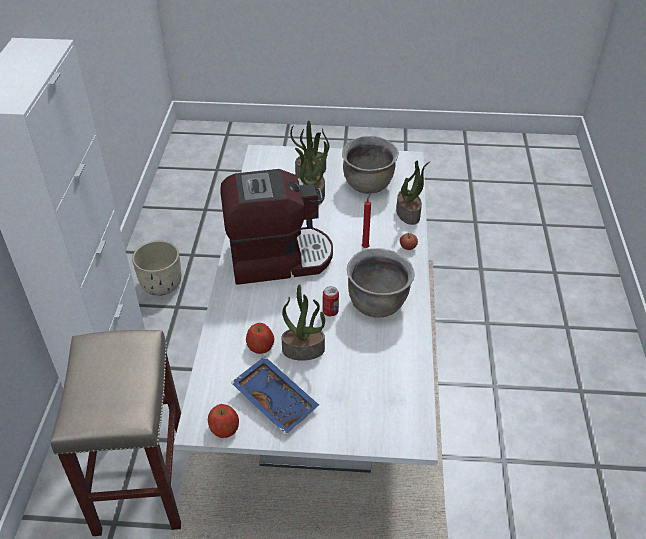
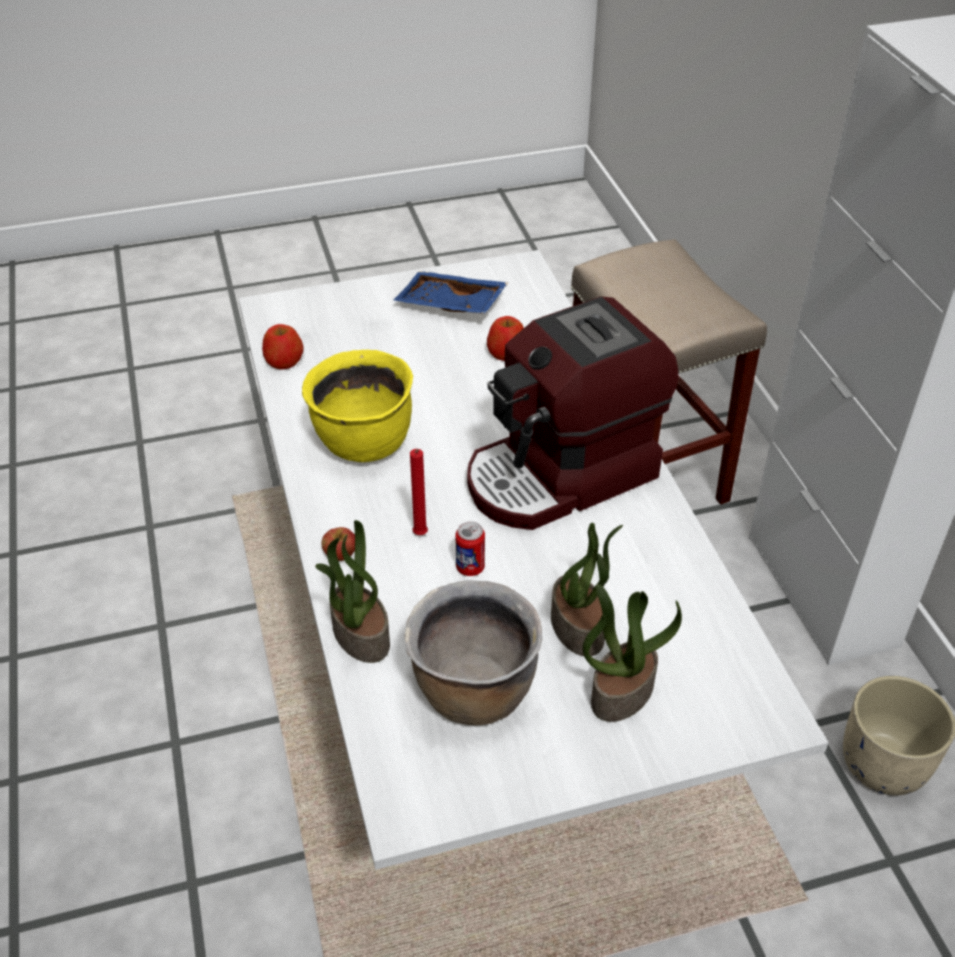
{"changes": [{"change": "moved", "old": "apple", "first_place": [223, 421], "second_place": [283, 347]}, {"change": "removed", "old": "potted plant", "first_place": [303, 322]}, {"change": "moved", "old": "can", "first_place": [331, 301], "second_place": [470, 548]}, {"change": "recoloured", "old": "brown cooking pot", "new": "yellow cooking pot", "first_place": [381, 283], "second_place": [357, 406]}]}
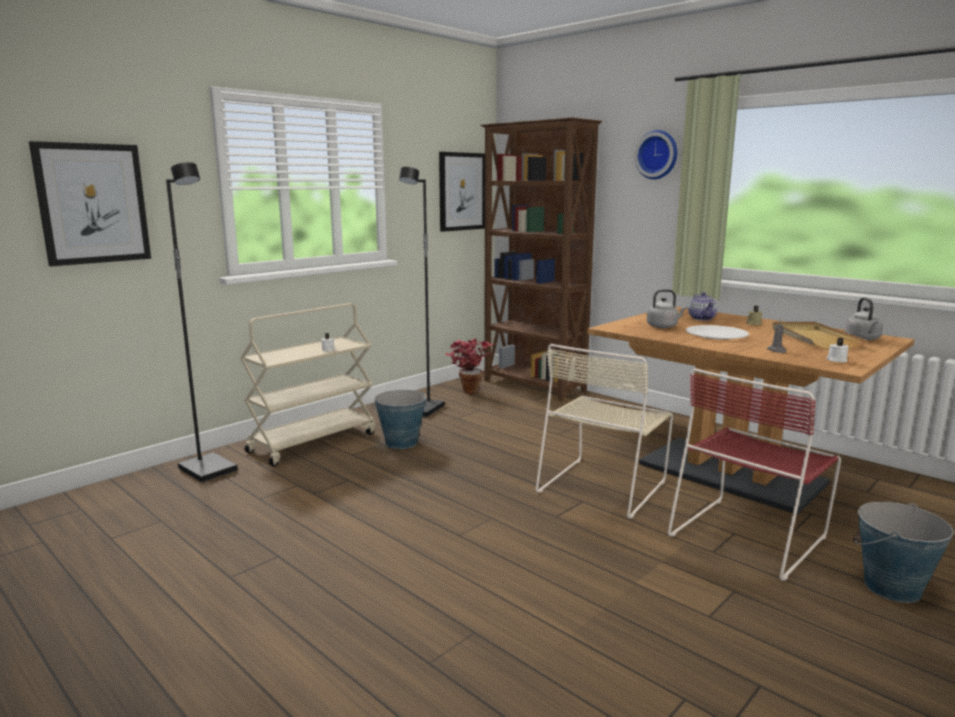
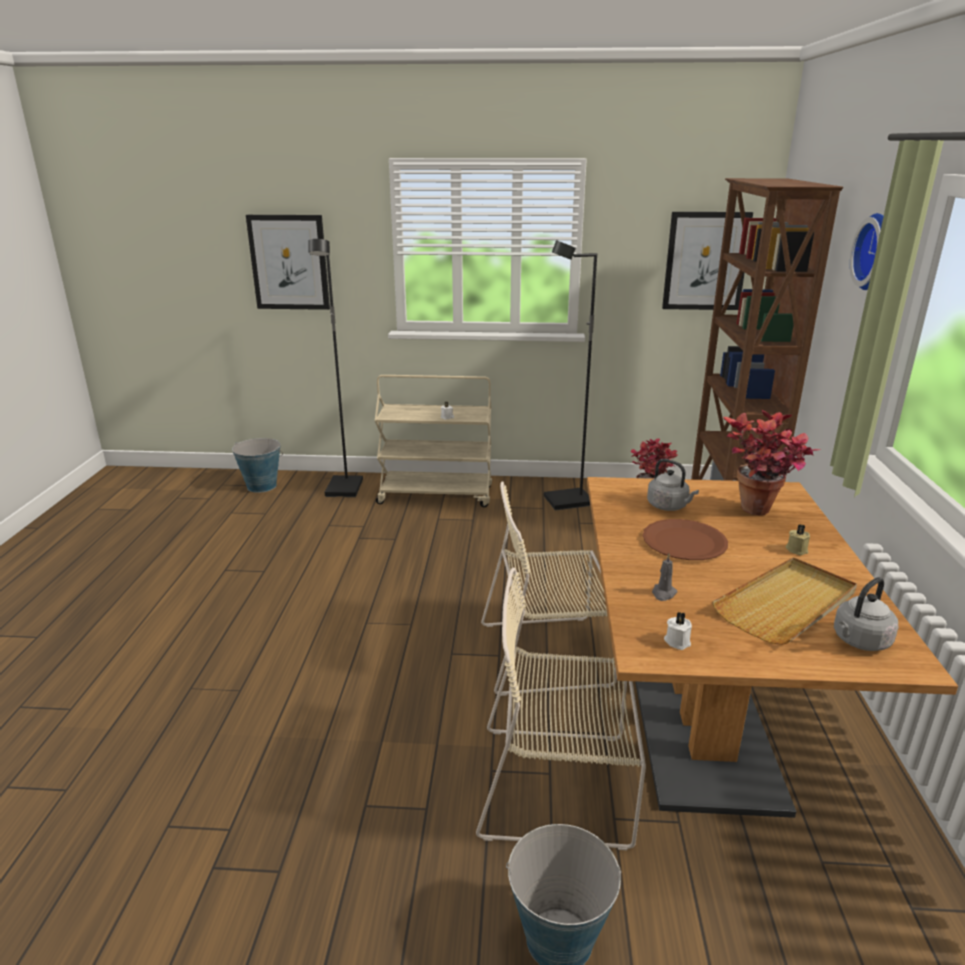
{"changes": [{"change": "moved", "old": "bucket", "first_place": [399, 419], "second_place": [257, 465]}, {"change": "recoloured", "old": "red chair", "new": "beige chair", "first_place": [754, 474], "second_place": [561, 708]}, {"change": "recoloured", "old": "white plate", "new": "brown plate", "first_place": [717, 332], "second_place": [685, 539]}, {"change": "replaced", "old": "teapot", "new": "potted plant", "first_place": [702, 306], "second_place": [771, 462]}]}
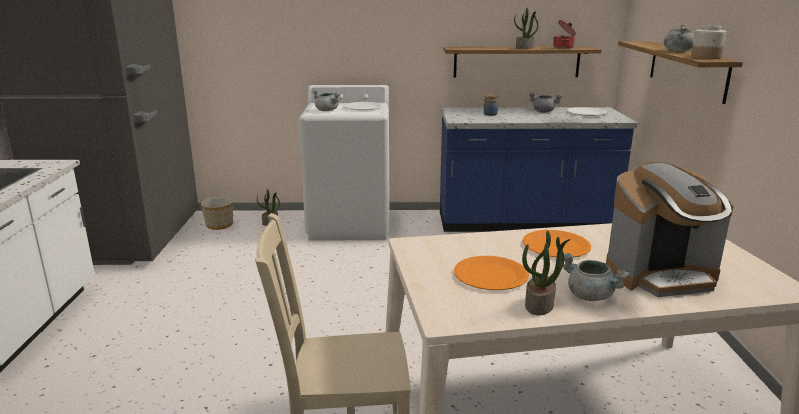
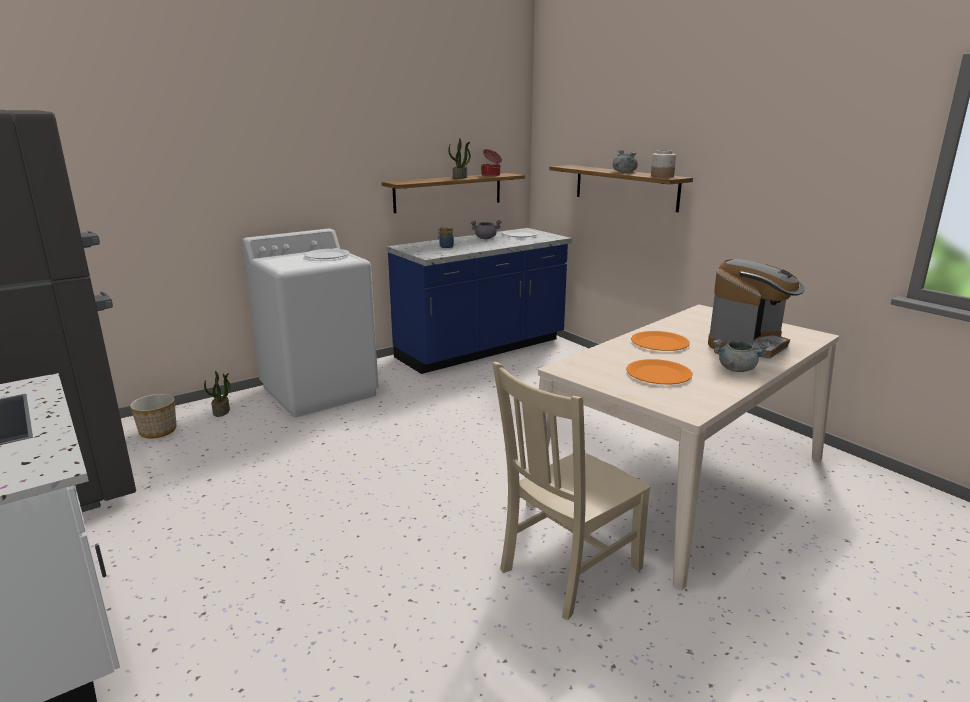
{"changes": [{"change": "removed", "old": "grey cooking pot", "first_place": [326, 100]}, {"change": "removed", "old": "potted plant", "first_place": [546, 272]}]}
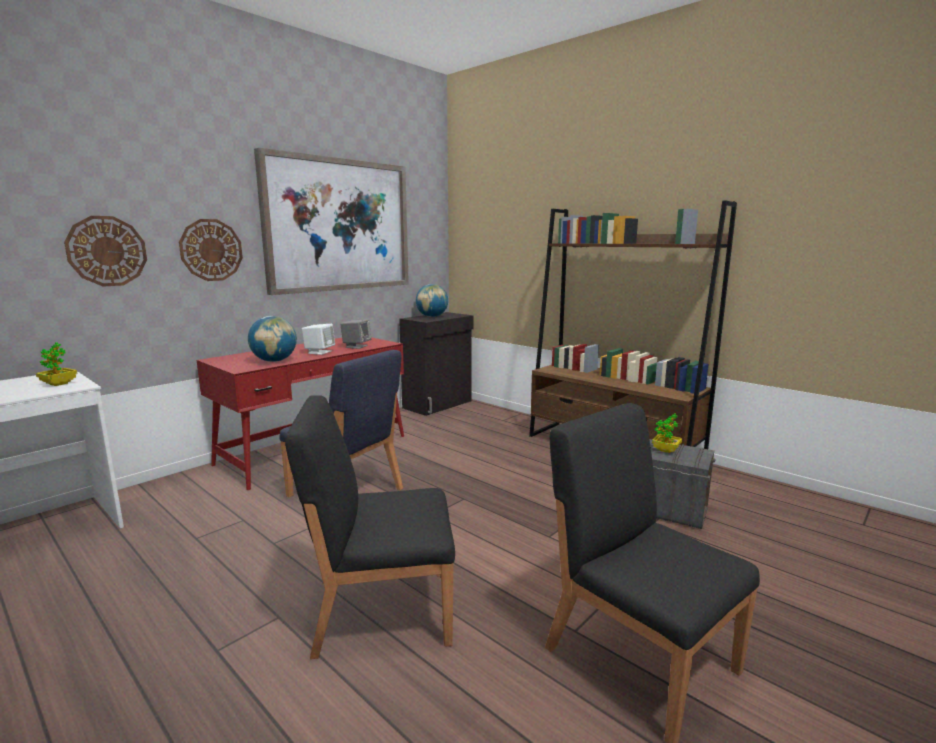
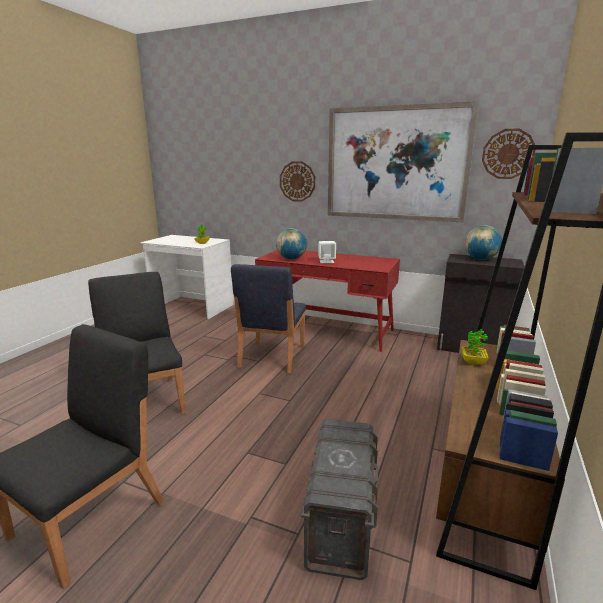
{"changes": [{"change": "moved", "old": "wall clock", "first_place": [105, 251], "second_place": [509, 153]}, {"change": "removed", "old": "grey speaker", "first_place": [355, 334]}, {"change": "moved", "old": "potted plant", "first_place": [667, 433], "second_place": [475, 347]}]}
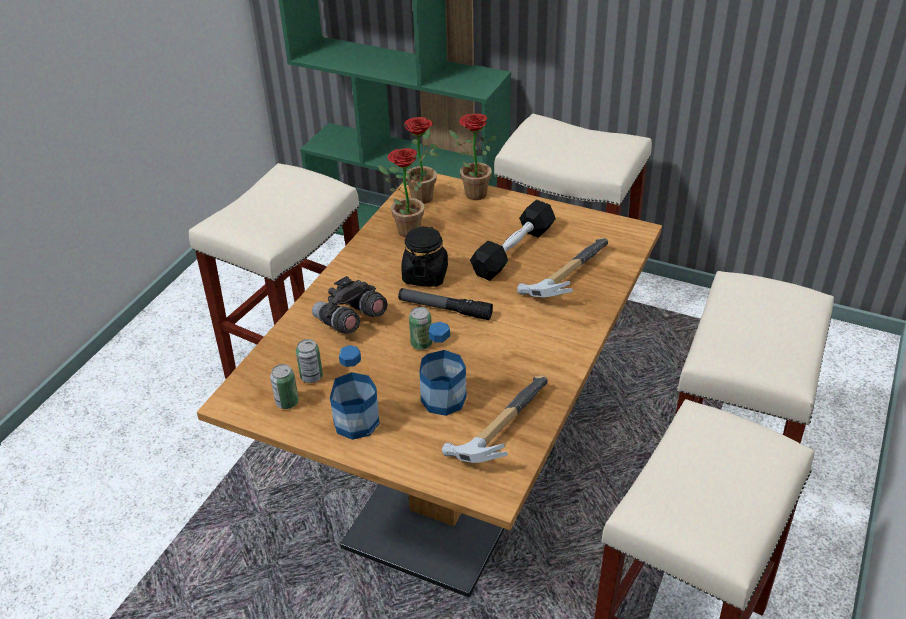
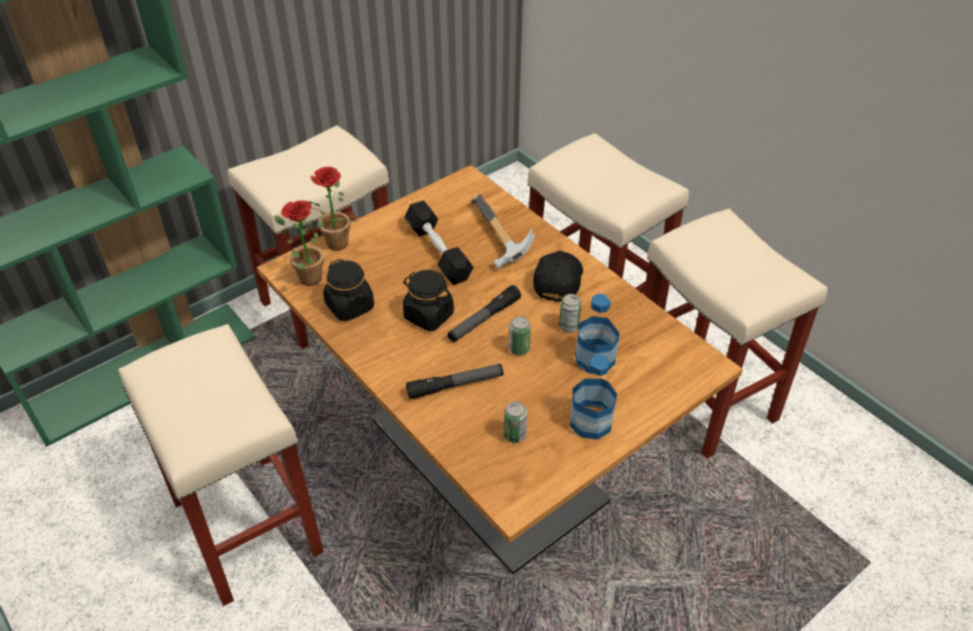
{"changes": [{"change": "moved", "old": "can", "first_place": [284, 386], "second_place": [570, 313]}, {"change": "replaced", "old": "grey binoculars", "new": "flashlight", "first_place": [349, 305], "second_place": [454, 381]}, {"change": "replaced", "old": "potted plant", "new": "black jar", "first_place": [402, 192], "second_place": [348, 290]}, {"change": "removed", "old": "hammer", "first_place": [495, 419]}, {"change": "added", "new": "black cap", "second_place": [558, 276]}]}
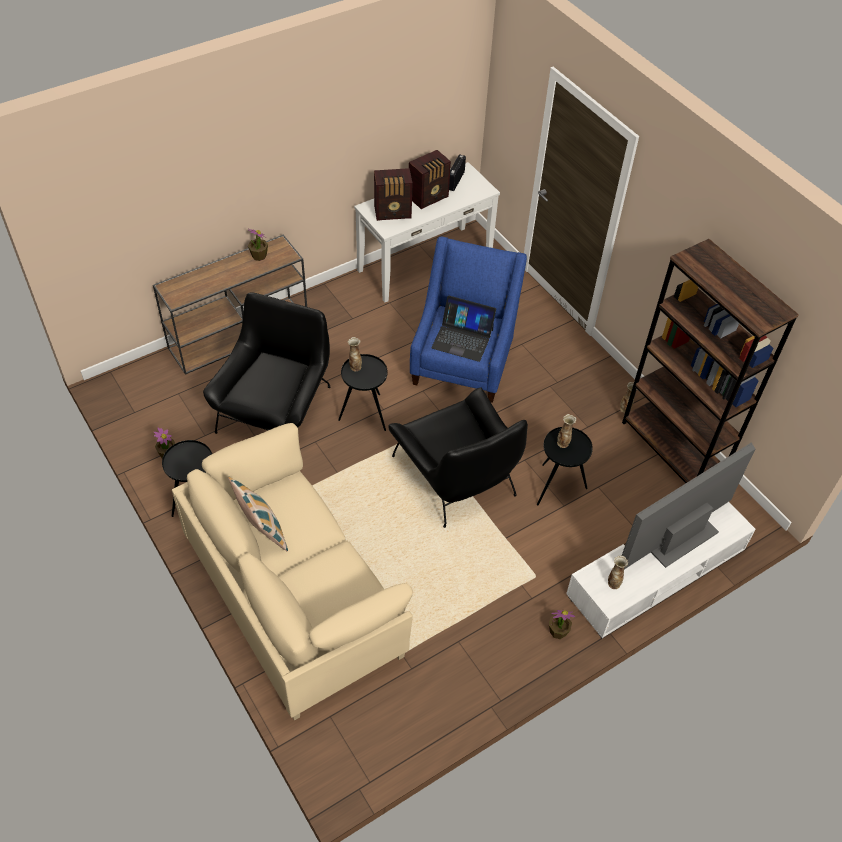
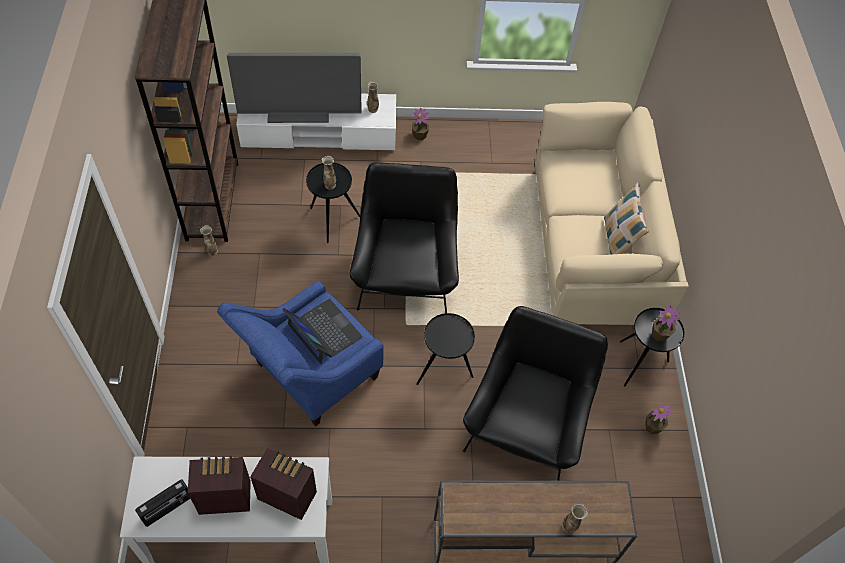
{"changes": [{"change": "turned", "old": "black armchair", "first_place": [267, 363], "second_place": [535, 393], "degrees": 150}, {"change": "moved", "old": "potted plant", "first_place": [258, 245], "second_place": [666, 323]}, {"change": "moved", "old": "vase", "first_place": [355, 354], "second_place": [575, 518]}]}
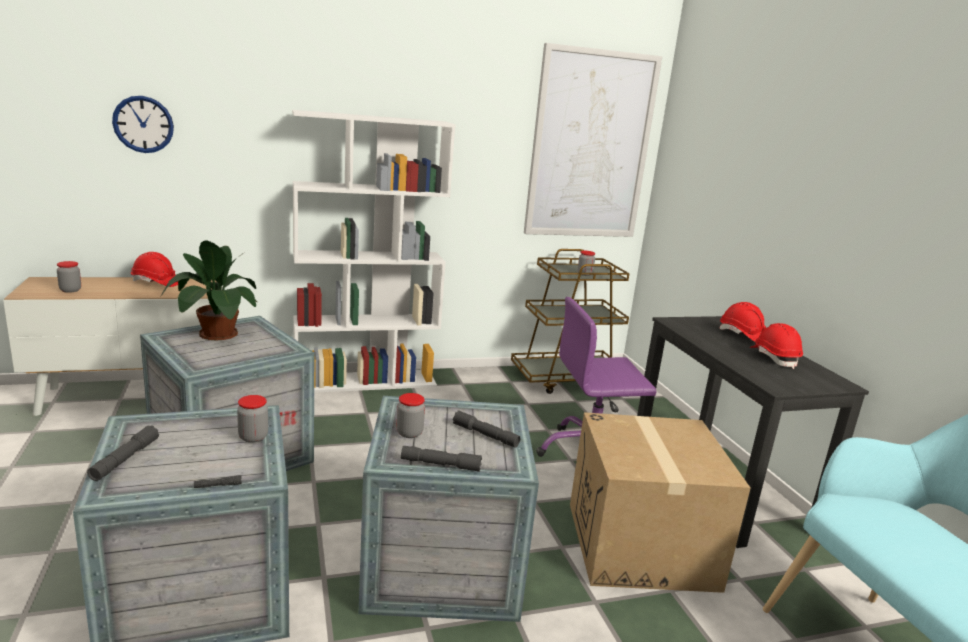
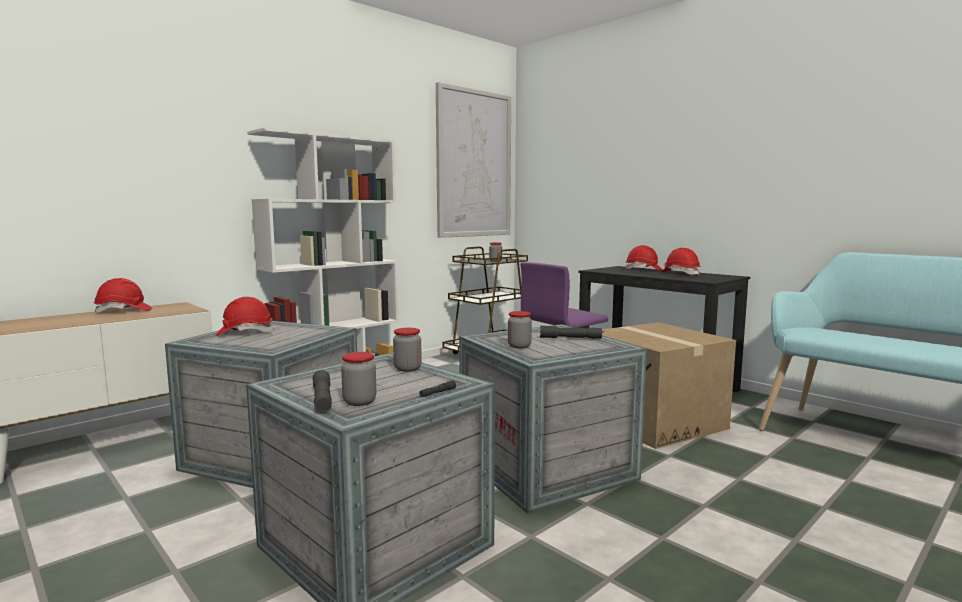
{"changes": [{"change": "moved", "old": "jar", "first_place": [69, 277], "second_place": [358, 379]}, {"change": "removed", "old": "wall clock", "first_place": [143, 124]}, {"change": "replaced", "old": "potted plant", "new": "red hard hat", "first_place": [209, 290], "second_place": [244, 316]}, {"change": "removed", "old": "grey flashlight", "first_place": [441, 459]}]}
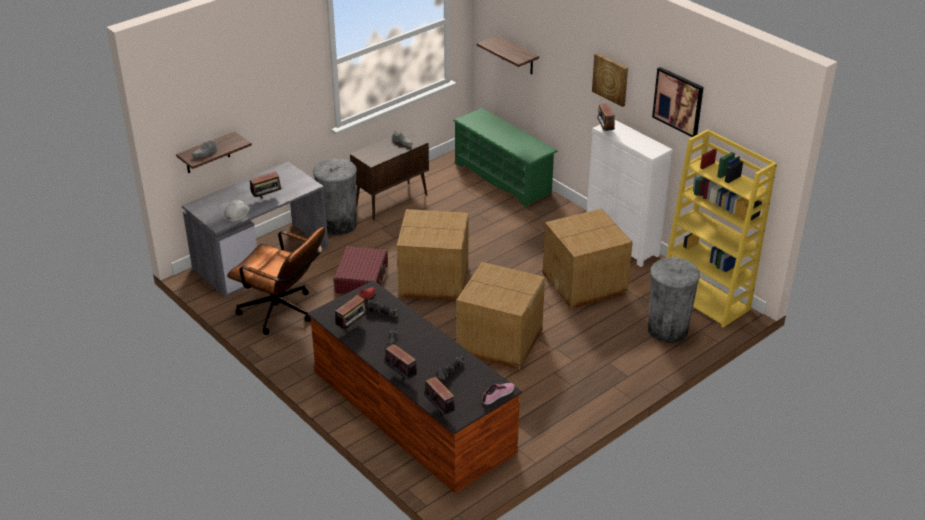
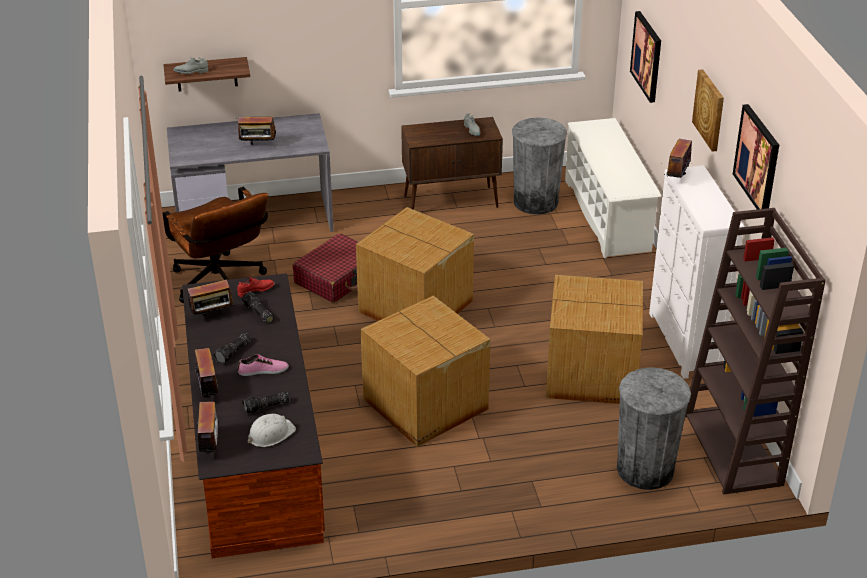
{"changes": [{"change": "moved", "old": "white hard hat", "first_place": [237, 210], "second_place": [272, 430]}, {"change": "moved", "old": "grey trash can", "first_place": [335, 196], "second_place": [539, 166]}, {"change": "recoloured", "old": "green shoe rack", "new": "white shoe rack", "first_place": [505, 157], "second_place": [613, 188]}, {"change": "replaced", "old": "shelf", "new": "picture", "first_place": [508, 54], "second_place": [645, 57]}, {"change": "moved", "old": "shoe", "first_place": [498, 394], "second_place": [263, 365]}, {"change": "recoloured", "old": "yellow bookcase", "new": "brown bookcase", "first_place": [721, 228], "second_place": [755, 351]}]}
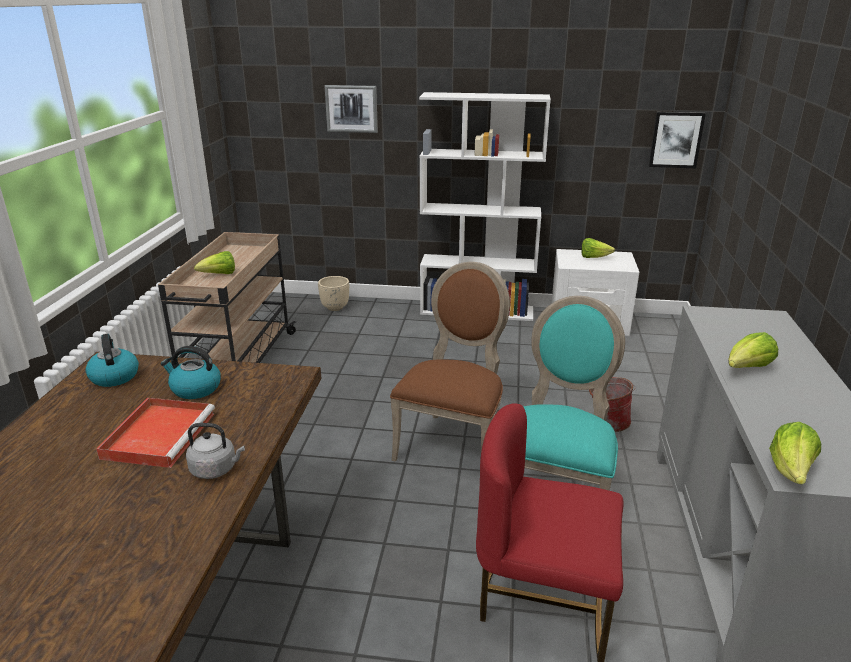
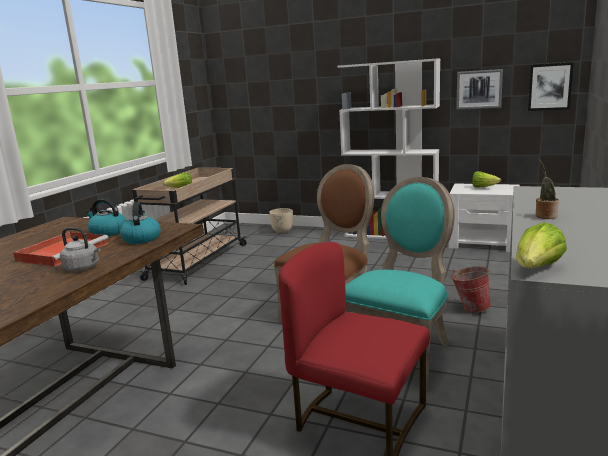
{"changes": [{"change": "moved", "old": "kettle", "first_place": [112, 360], "second_place": [140, 223]}, {"change": "moved", "old": "picture", "first_place": [351, 109], "second_place": [479, 89]}, {"change": "replaced", "old": "lettuce", "new": "potted plant", "first_place": [753, 350], "second_place": [547, 189]}]}
